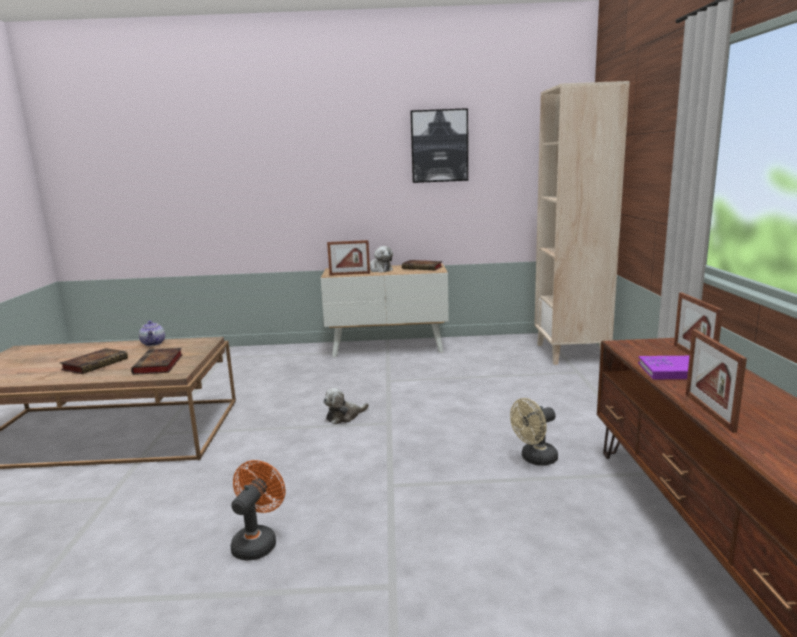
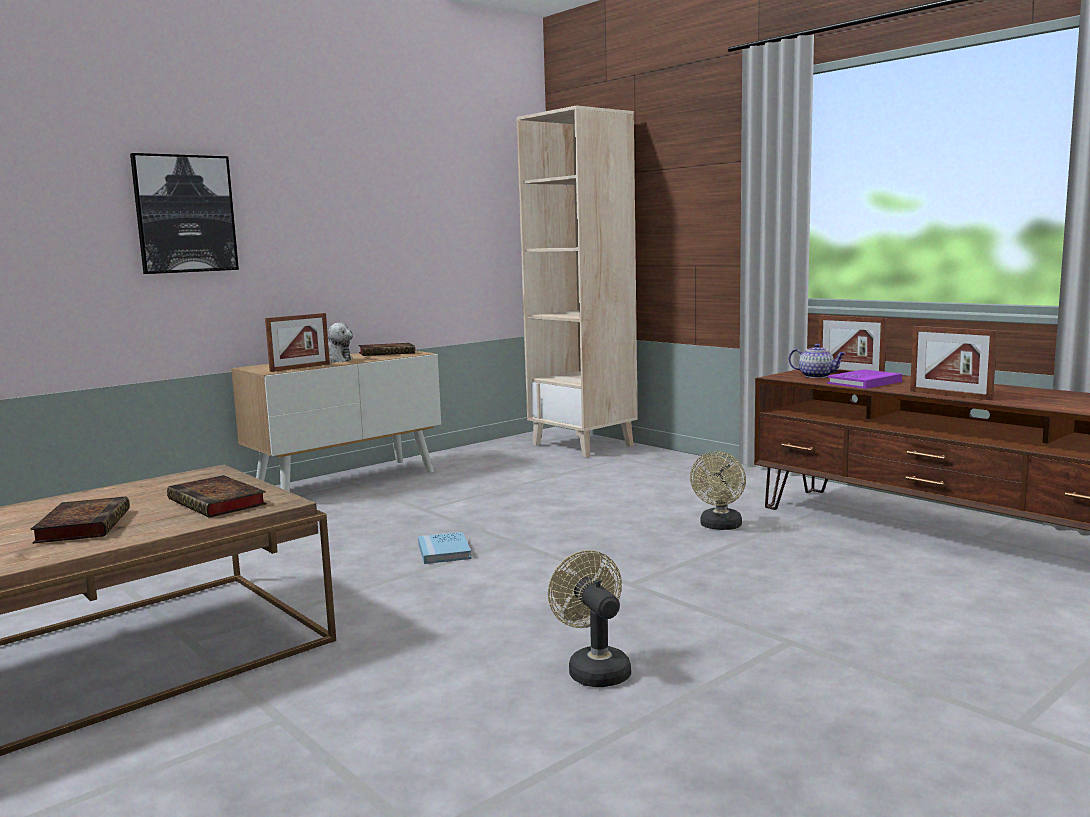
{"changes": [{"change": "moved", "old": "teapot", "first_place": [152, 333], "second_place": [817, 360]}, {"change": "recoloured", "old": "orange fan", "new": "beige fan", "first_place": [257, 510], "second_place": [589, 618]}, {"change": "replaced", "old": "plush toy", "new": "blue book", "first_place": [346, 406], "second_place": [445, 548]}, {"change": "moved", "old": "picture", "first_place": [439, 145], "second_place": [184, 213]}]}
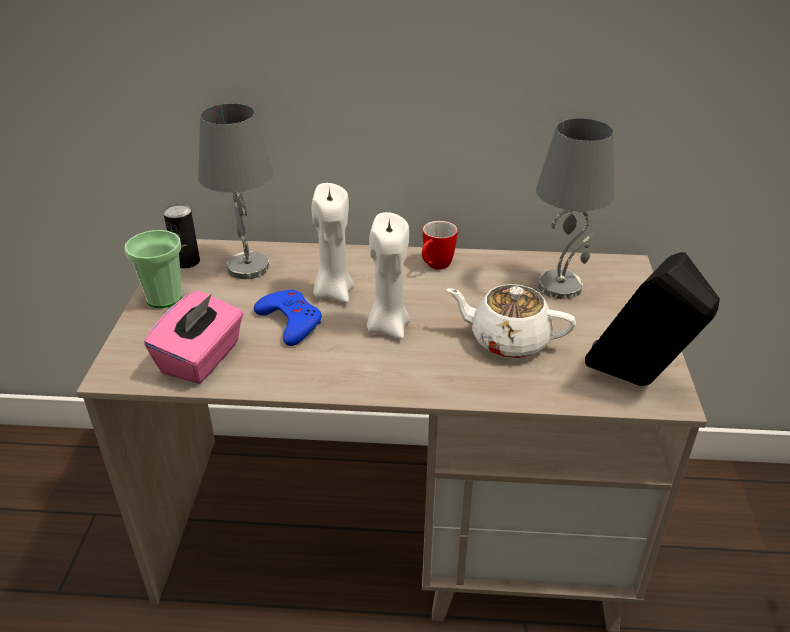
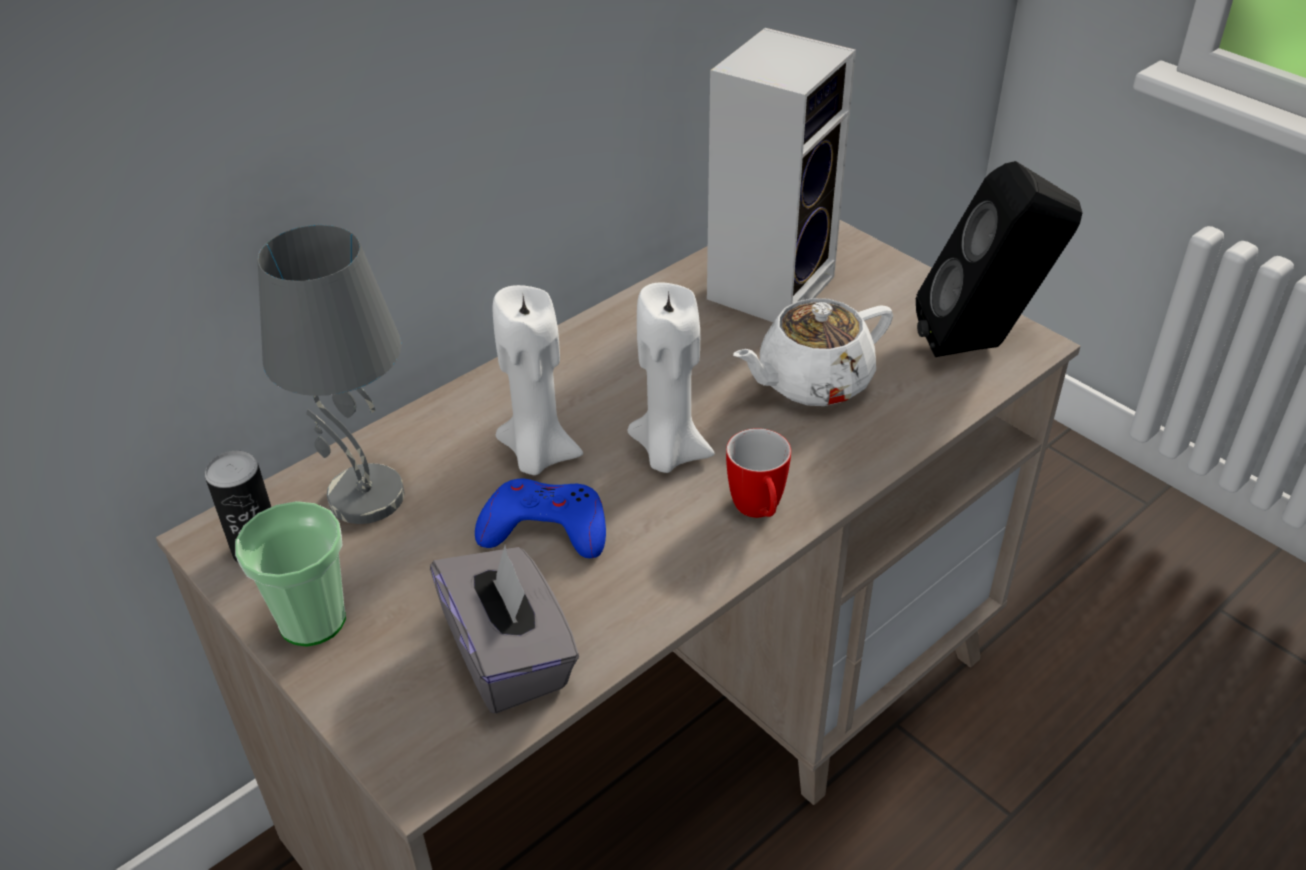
{"changes": [{"change": "recoloured", "old": "pink tissue box", "new": "grey tissue box", "first_place": [193, 337], "second_place": [504, 629]}, {"change": "moved", "old": "mug", "first_place": [440, 245], "second_place": [758, 473]}, {"change": "replaced", "old": "grey table lamp", "new": "speaker", "first_place": [575, 208], "second_place": [781, 175]}]}
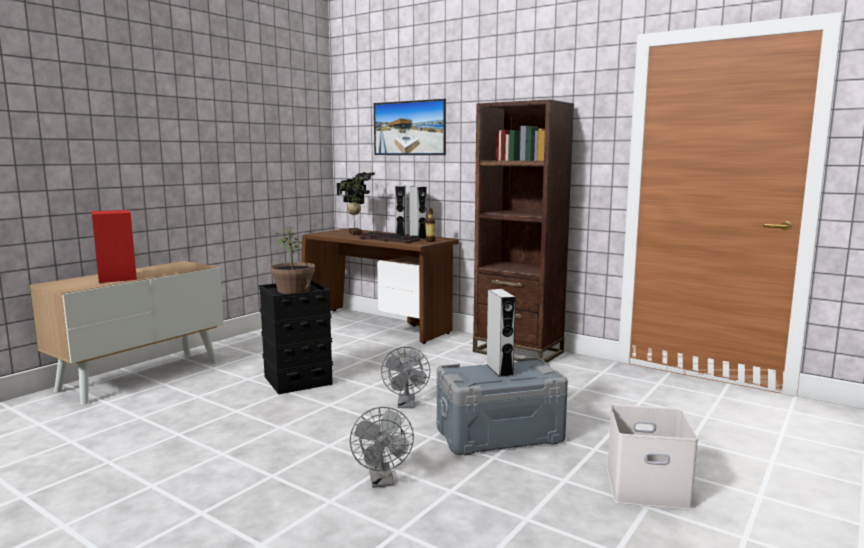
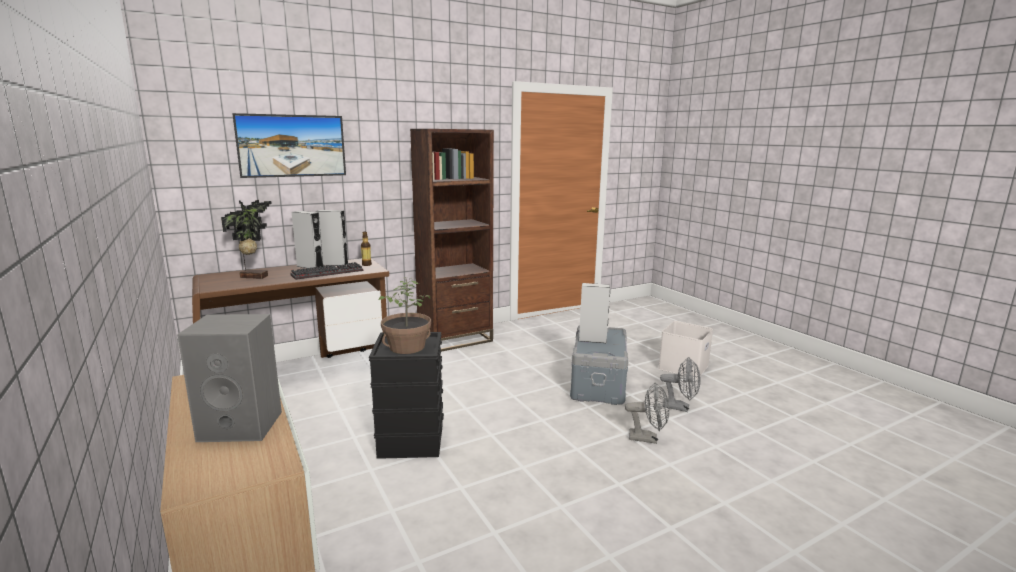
{"changes": [{"change": "recoloured", "old": "red speaker", "new": "grey speaker", "first_place": [114, 246], "second_place": [229, 378]}, {"change": "moved", "old": "grey fan", "first_place": [405, 377], "second_place": [680, 384]}]}
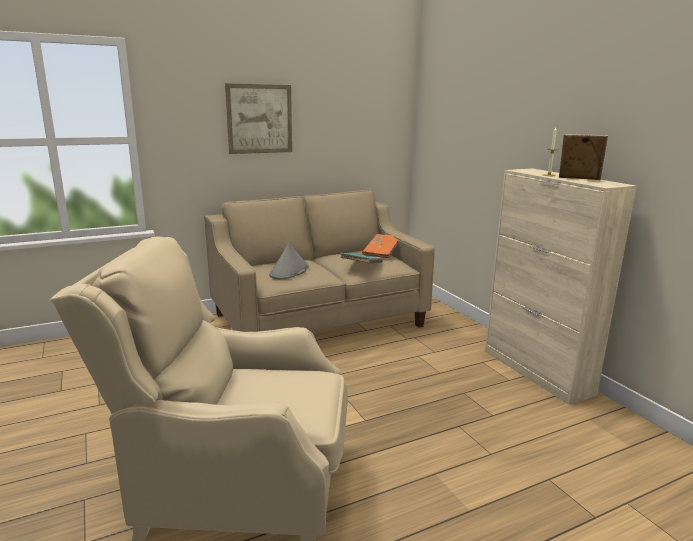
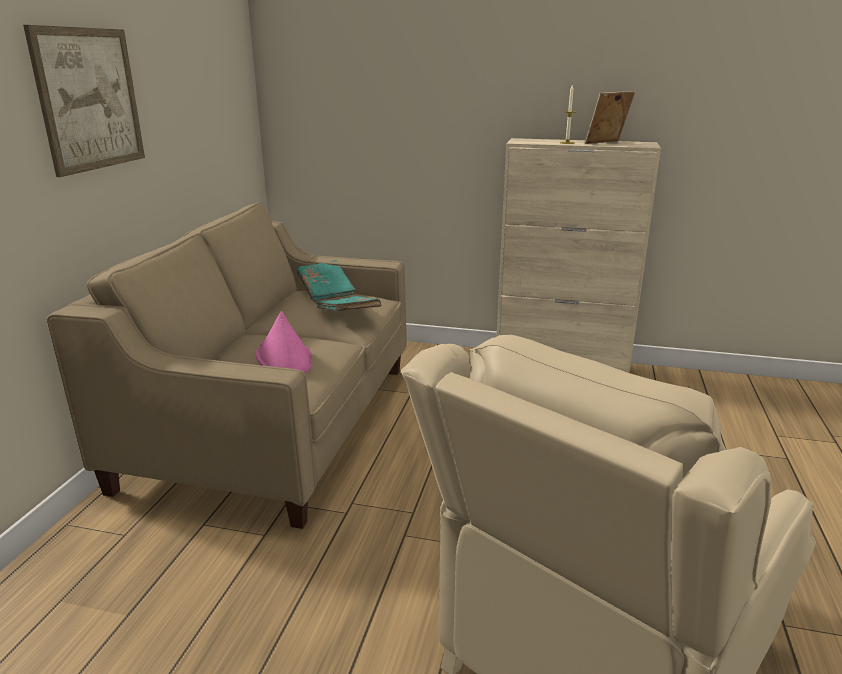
{"changes": [{"change": "recoloured", "old": "grey hat", "new": "pink hat", "first_place": [289, 261], "second_place": [284, 342]}, {"change": "recoloured", "old": "orange book", "new": "turquoise book", "first_place": [382, 246], "second_place": [326, 281]}]}
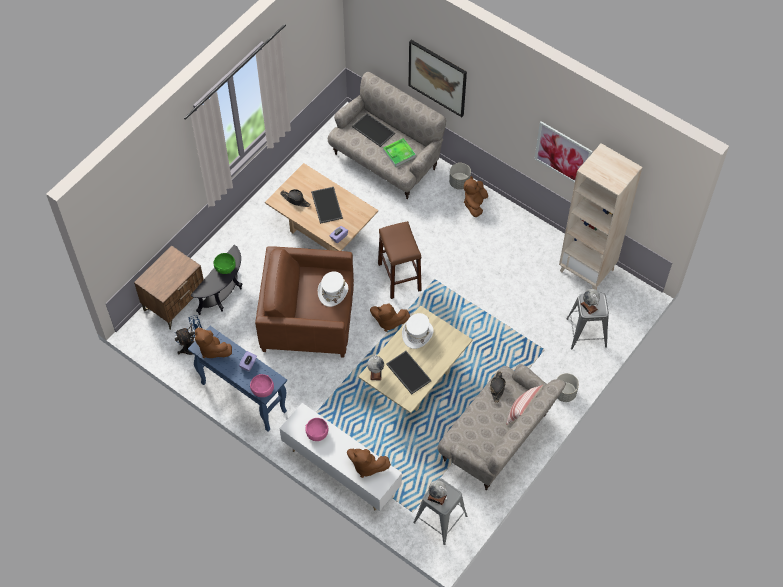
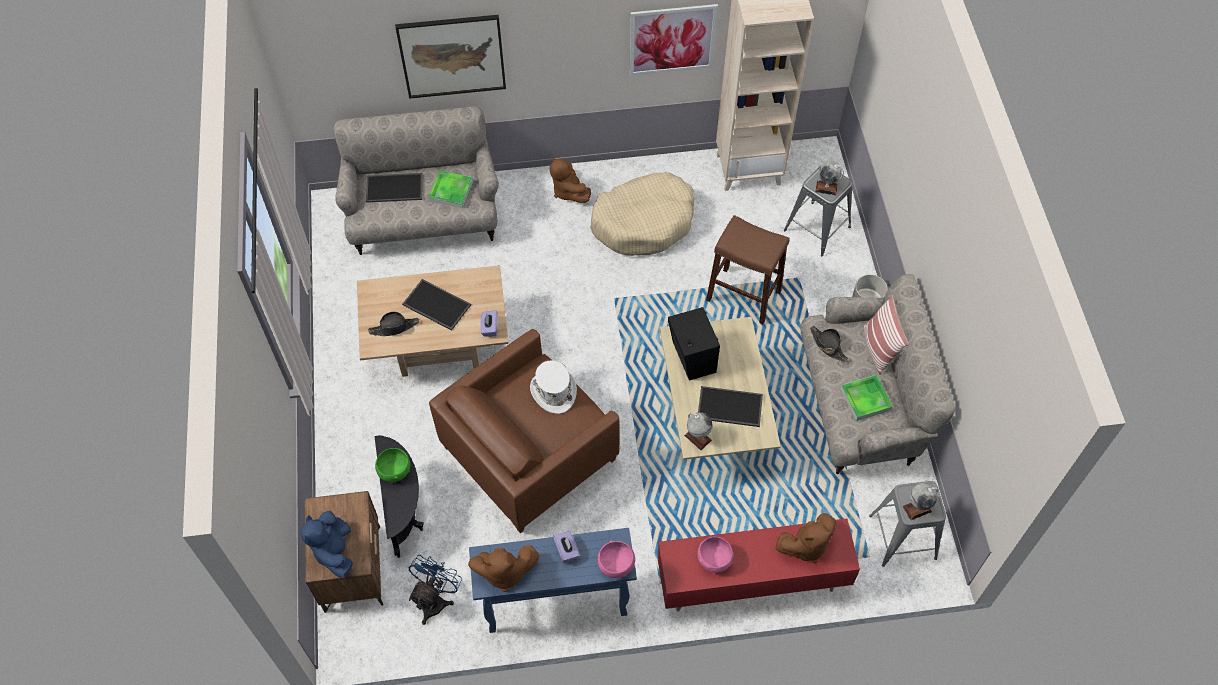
{"changes": [{"change": "recoloured", "old": "white tv stand", "new": "red tv stand", "first_place": [340, 457], "second_place": [759, 564]}, {"change": "removed", "old": "brown plush toy", "first_place": [390, 317]}, {"change": "moved", "old": "brown stool", "first_place": [400, 260], "second_place": [748, 269]}, {"change": "replaced", "old": "white hat", "new": "black speaker", "first_place": [418, 331], "second_place": [694, 344]}, {"change": "removed", "old": "grey planter", "first_place": [460, 176]}, {"change": "added", "new": "blue plush toy", "second_place": [327, 544]}, {"change": "added", "new": "beige dog bed", "second_place": [642, 214]}, {"change": "added", "new": "tray", "second_place": [866, 398]}]}
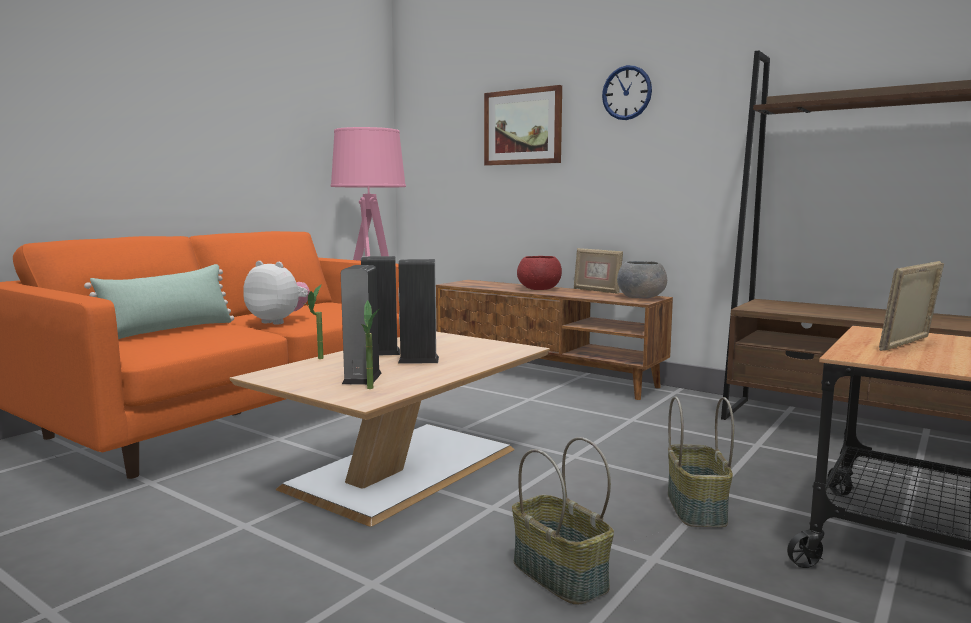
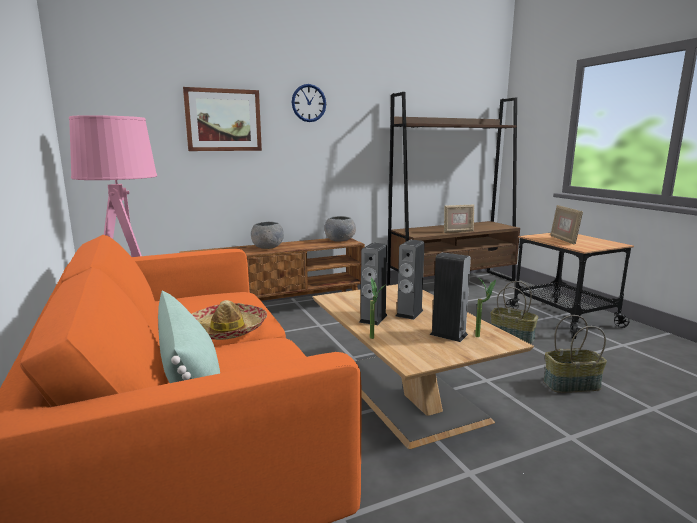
{"changes": [{"change": "replaced", "old": "plush toy", "new": "hat", "first_place": [276, 293], "second_place": [229, 320]}, {"change": "recoloured", "old": "red bowl", "new": "grey bowl", "first_place": [539, 273], "second_place": [267, 235]}, {"change": "moved", "old": "picture frame", "first_place": [598, 271], "second_place": [459, 219]}]}
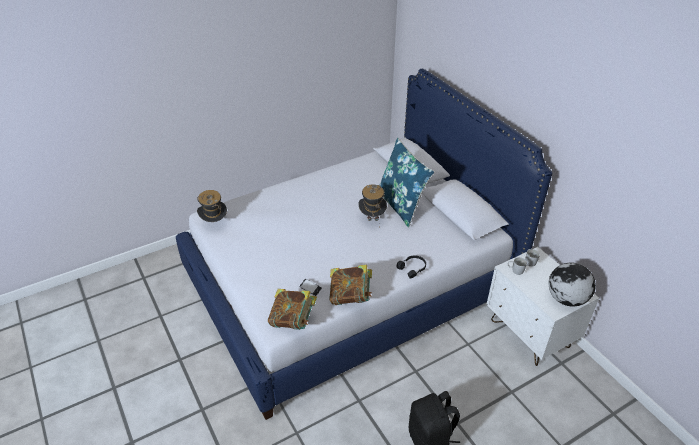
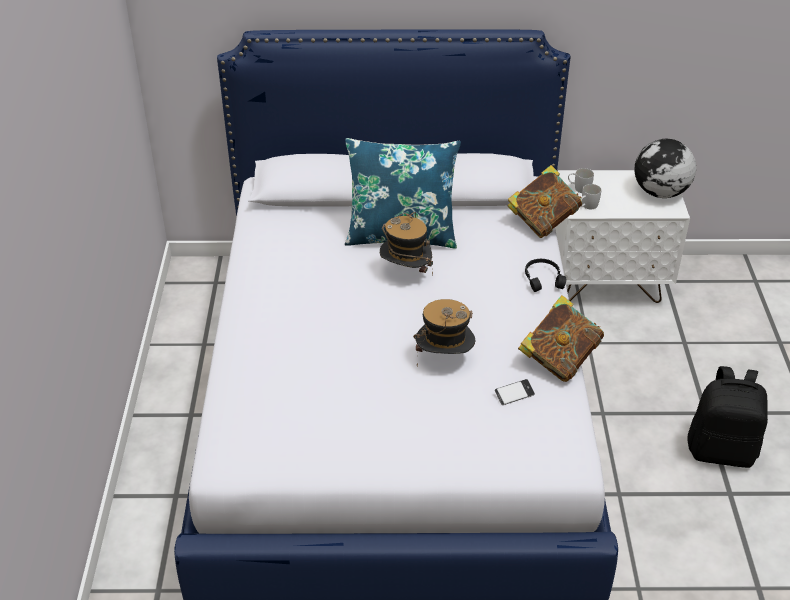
{"changes": [{"change": "moved", "old": "hat", "first_place": [212, 206], "second_place": [444, 332]}, {"change": "moved", "old": "book", "first_place": [292, 309], "second_place": [545, 201]}]}
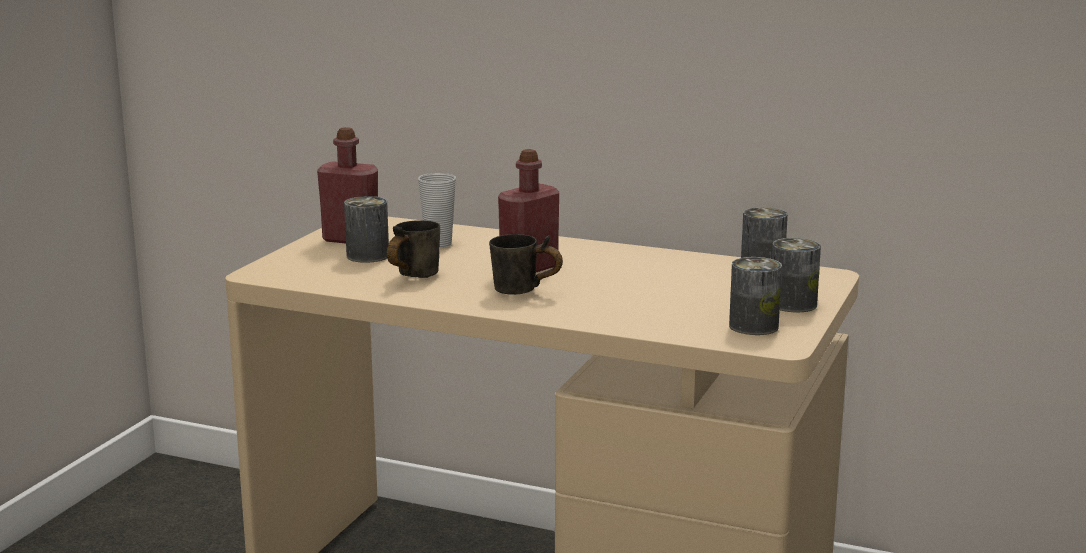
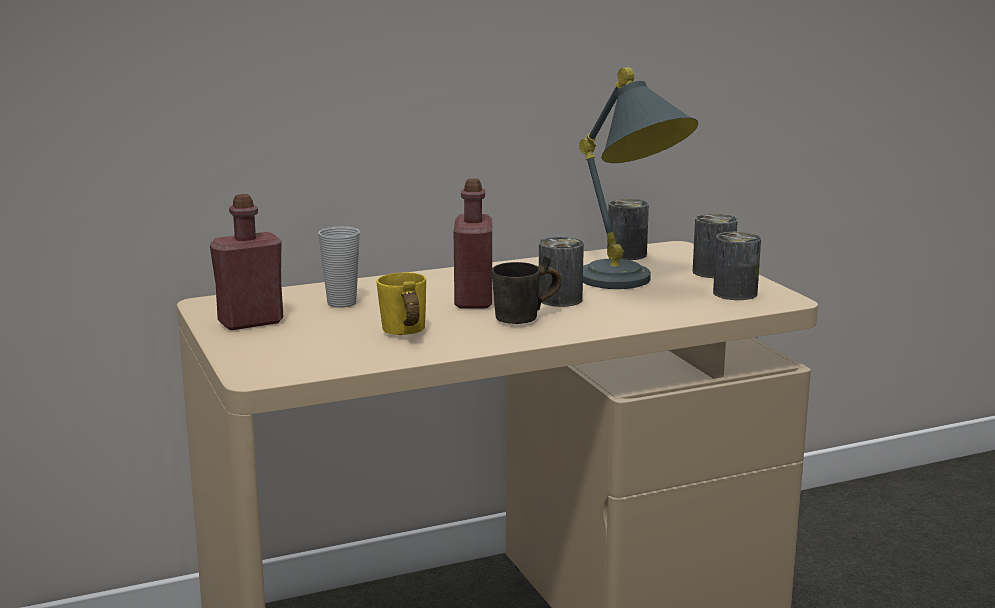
{"changes": [{"change": "moved", "old": "can", "first_place": [366, 229], "second_place": [561, 272]}, {"change": "recoloured", "old": "grey mug", "new": "yellow mug", "first_place": [413, 249], "second_place": [401, 303]}, {"change": "added", "new": "grey table lamp", "second_place": [638, 178]}]}
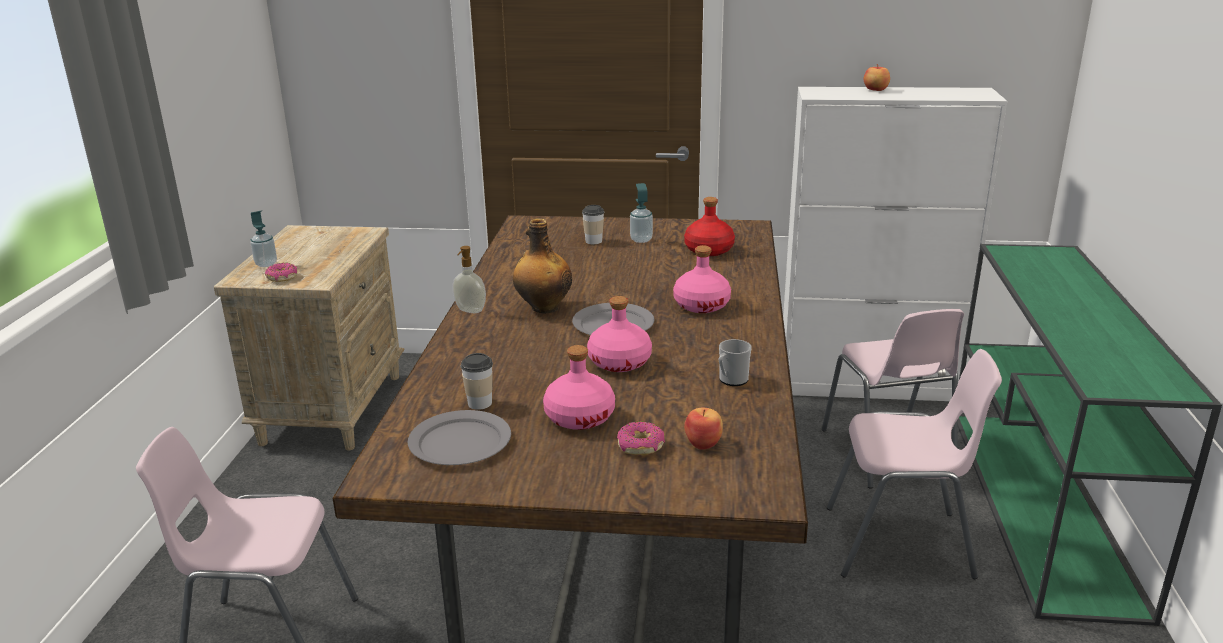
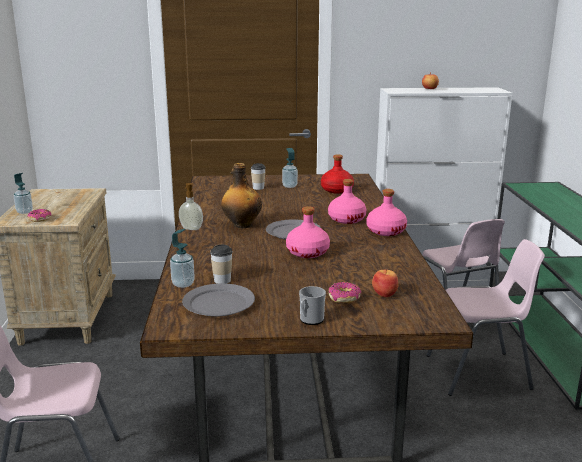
{"changes": [{"change": "moved", "old": "pink bottle", "first_place": [579, 387], "second_place": [386, 212]}, {"change": "moved", "old": "mug", "first_place": [735, 362], "second_place": [312, 305]}, {"change": "added", "new": "soap dispenser", "second_place": [182, 258]}]}
